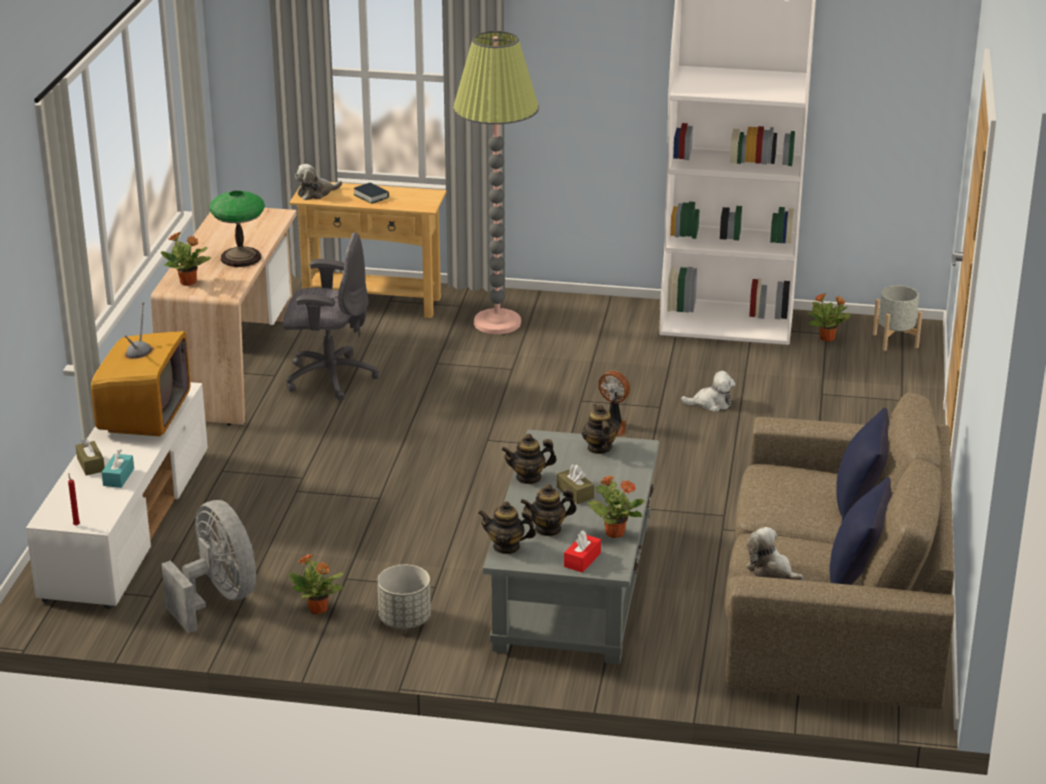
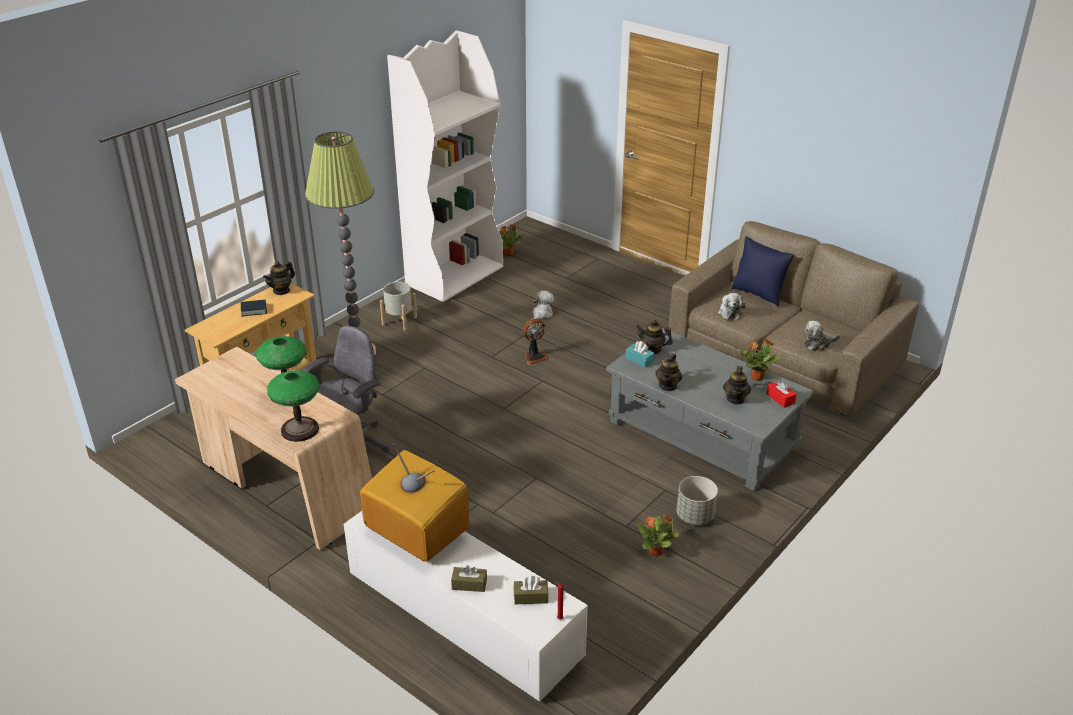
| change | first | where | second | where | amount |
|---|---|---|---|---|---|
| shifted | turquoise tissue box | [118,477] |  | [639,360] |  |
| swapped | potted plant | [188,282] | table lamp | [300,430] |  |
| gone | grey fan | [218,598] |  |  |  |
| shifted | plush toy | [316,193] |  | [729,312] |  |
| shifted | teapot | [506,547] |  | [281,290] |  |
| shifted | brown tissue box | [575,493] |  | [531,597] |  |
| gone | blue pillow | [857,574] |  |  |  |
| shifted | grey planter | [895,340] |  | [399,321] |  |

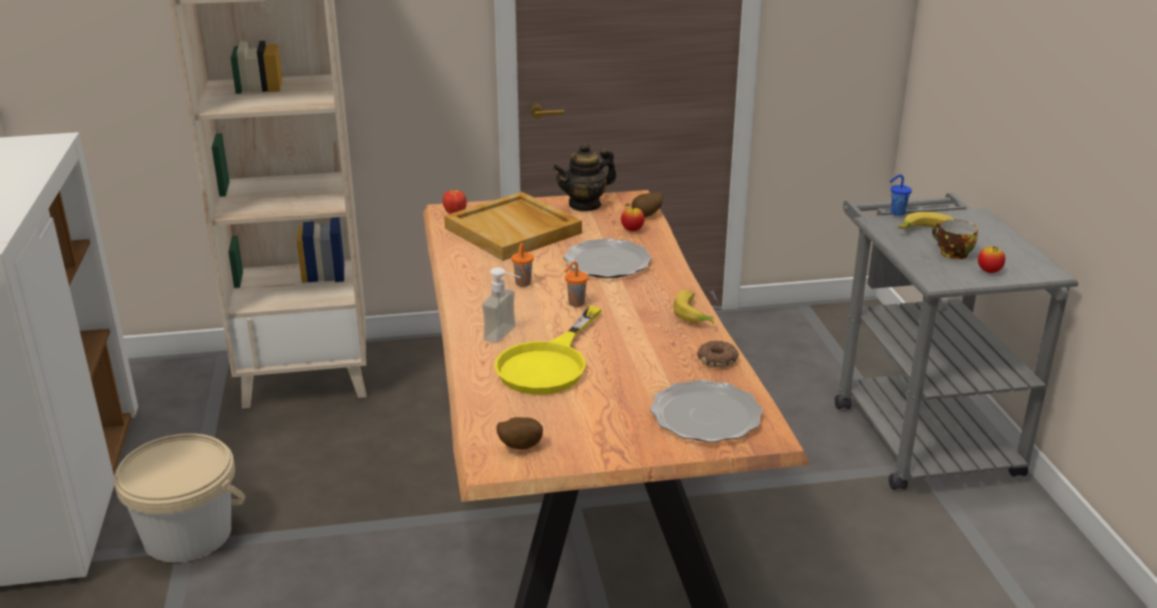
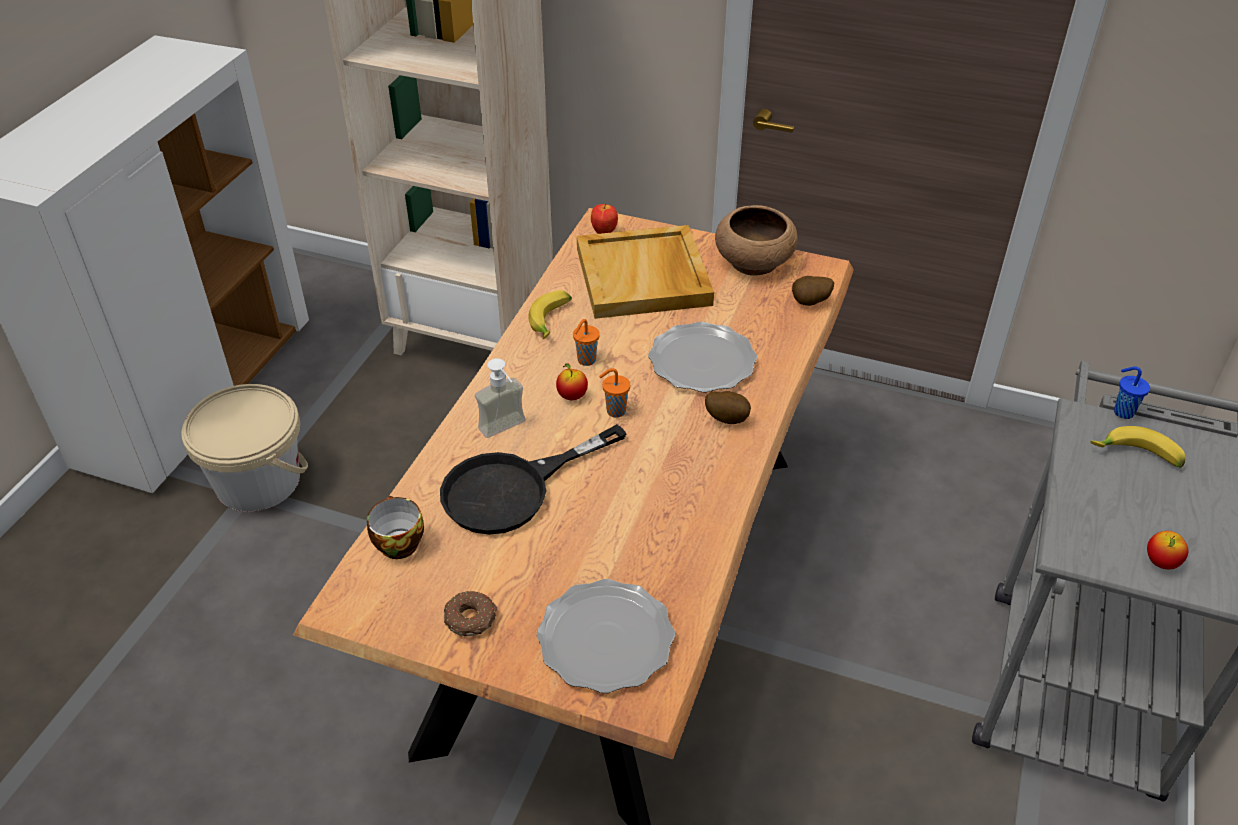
| change | first | where | second | where | amount |
|---|---|---|---|---|---|
| repainted | yellow frying pan | [549,363] | black frying pan | [513,489] |  |
| shifted | potato | [519,446] |  | [726,419] |  |
| swapped | teapot | [585,205] | brown bowl | [754,262] |  |
| shifted | apple | [632,230] |  | [572,396] |  |
| shifted | banana | [695,315] |  | [552,321] |  |
| shifted | donut | [718,359] |  | [471,619] |  |
| shifted | cup | [951,253] |  | [397,543] |  |

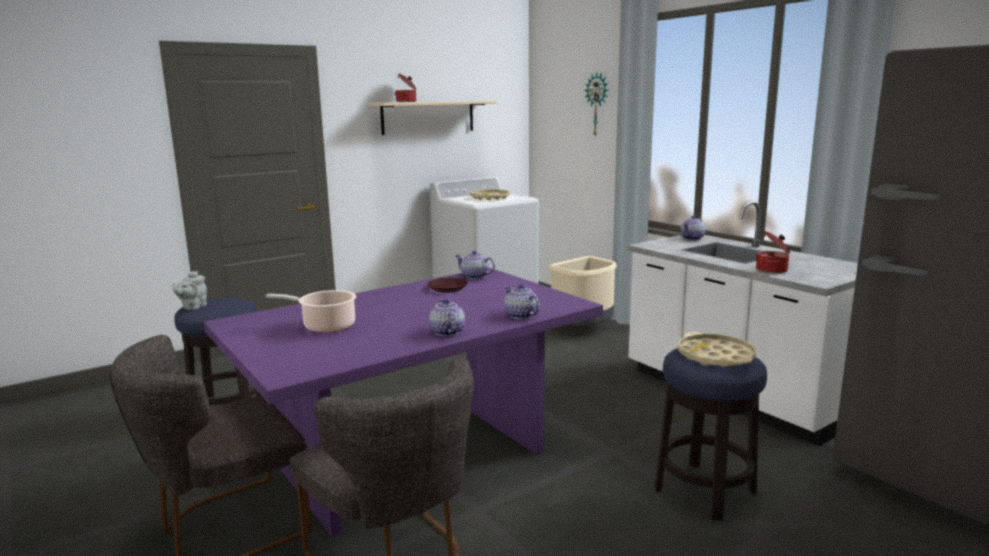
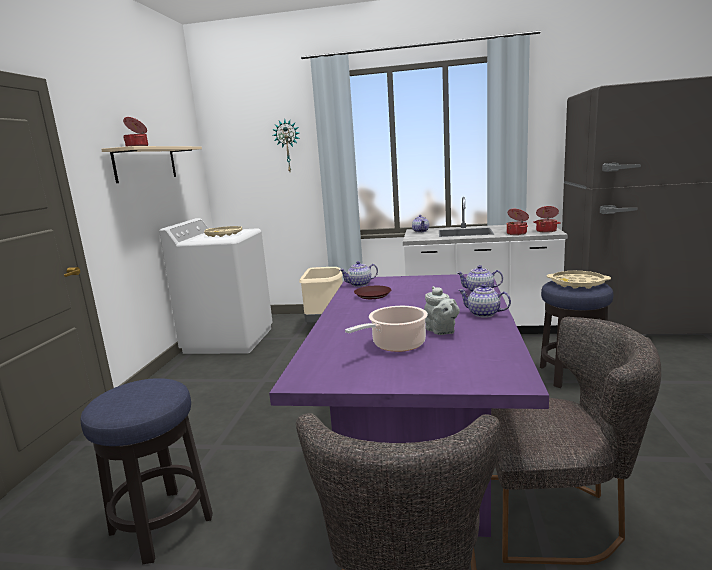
| change | first | where | second | where | amount |
|---|---|---|---|---|---|
| shifted | grey teapot | [193,307] |  | [441,331] |  |
| new |  |  | cooking pot | [546,231] |  |

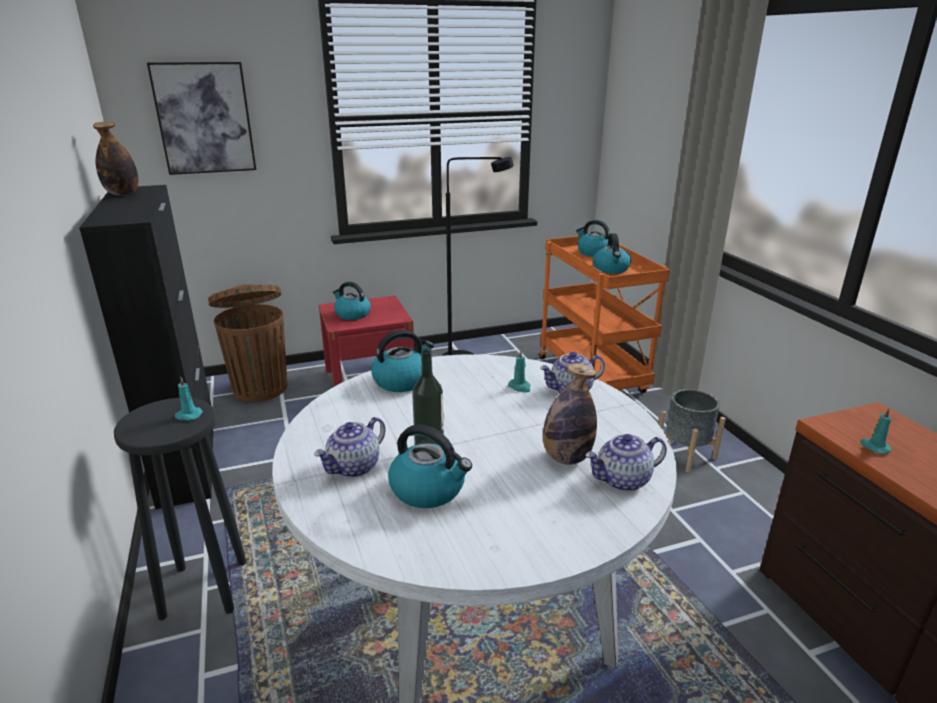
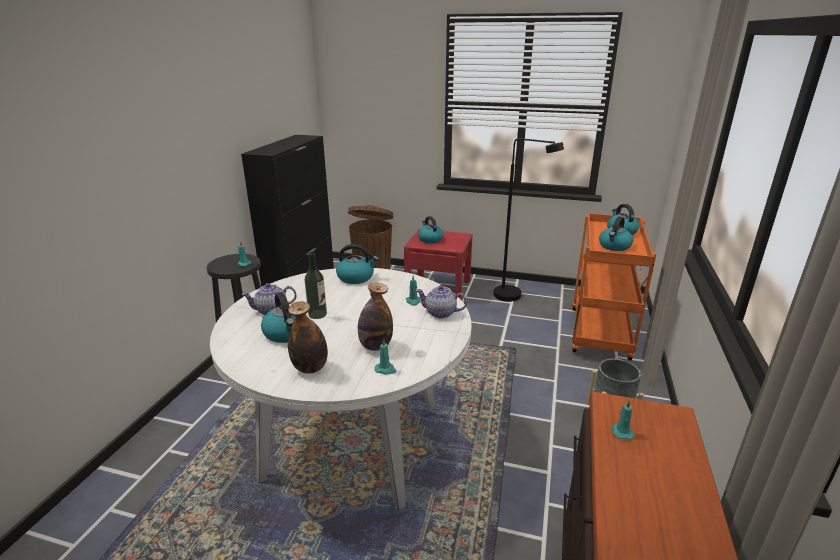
| change | first | where | second | where | amount |
|---|---|---|---|---|---|
| shifted | bottle | [122,194] |  | [310,368] |  |
| gone | picture | [204,118] |  |  |  |
| swapped | teapot | [623,480] | turquoise candle | [385,370] |  |

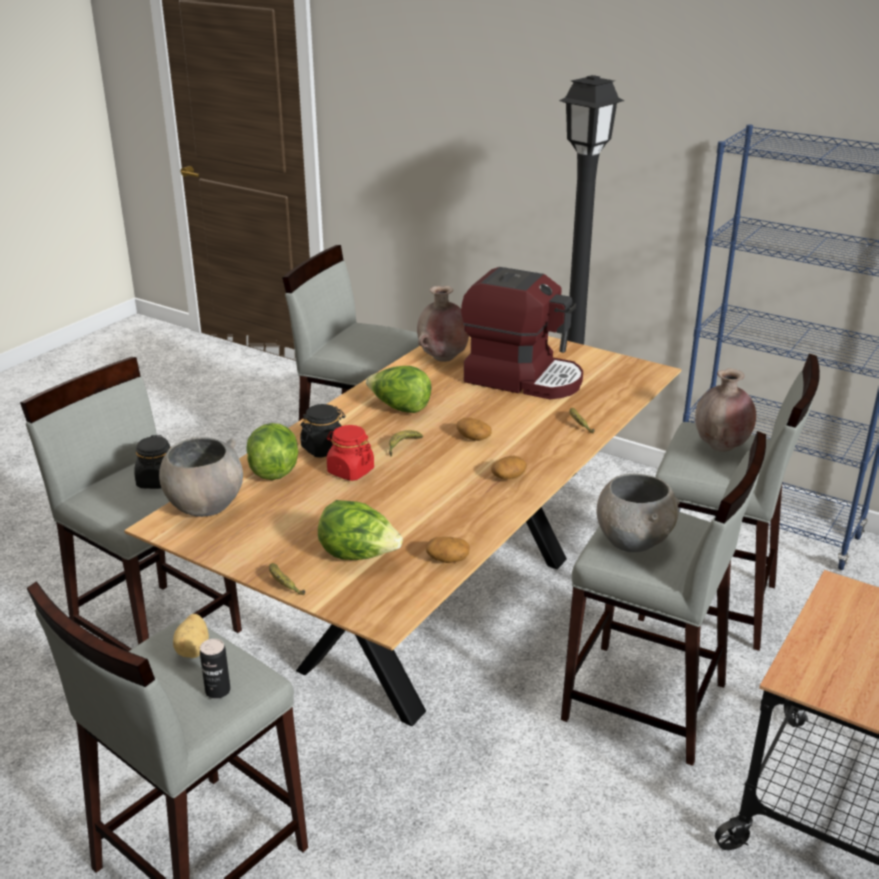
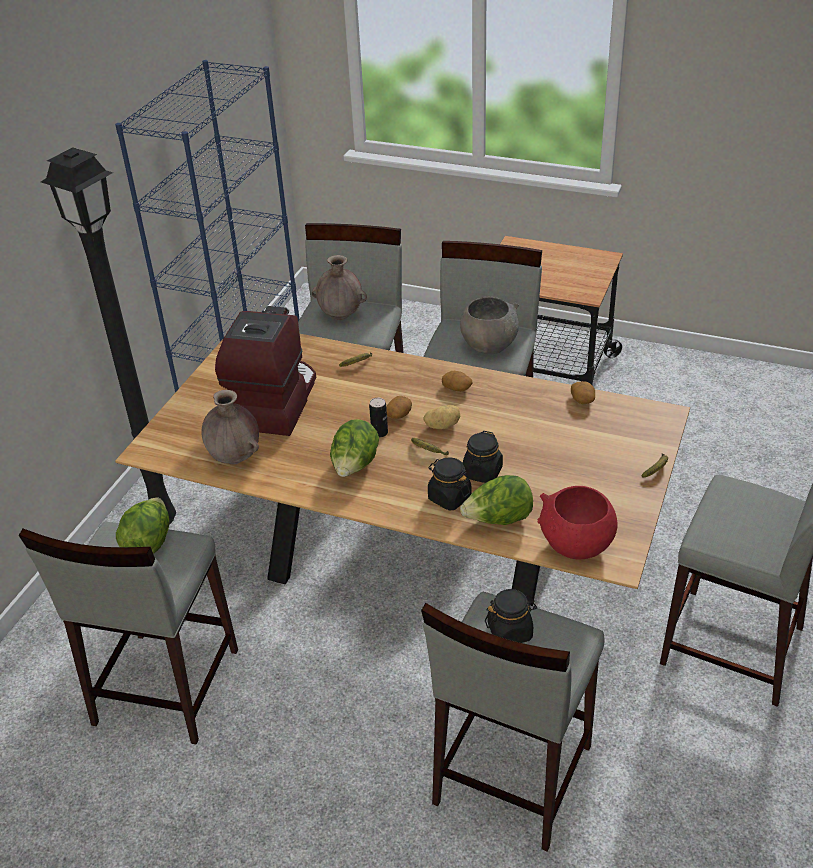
| change | first | where | second | where | amount |
|---|---|---|---|---|---|
| repainted | grey bowl | [204,505] | red bowl | [576,546] |  |
| shifted | potato | [194,649] |  | [442,425] |  |
| shifted | can | [218,691] |  | [379,432] |  |
| shifted | lettuce | [359,556] |  | [148,542] |  |
| repainted | red jar | [350,471] | black jar | [482,472] |  |

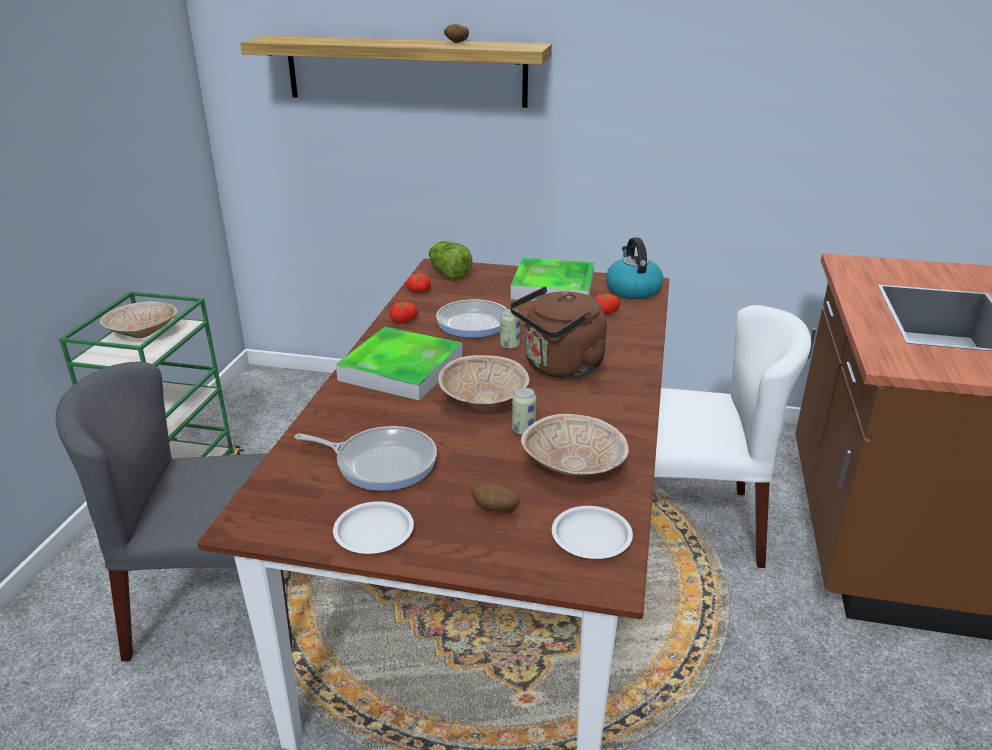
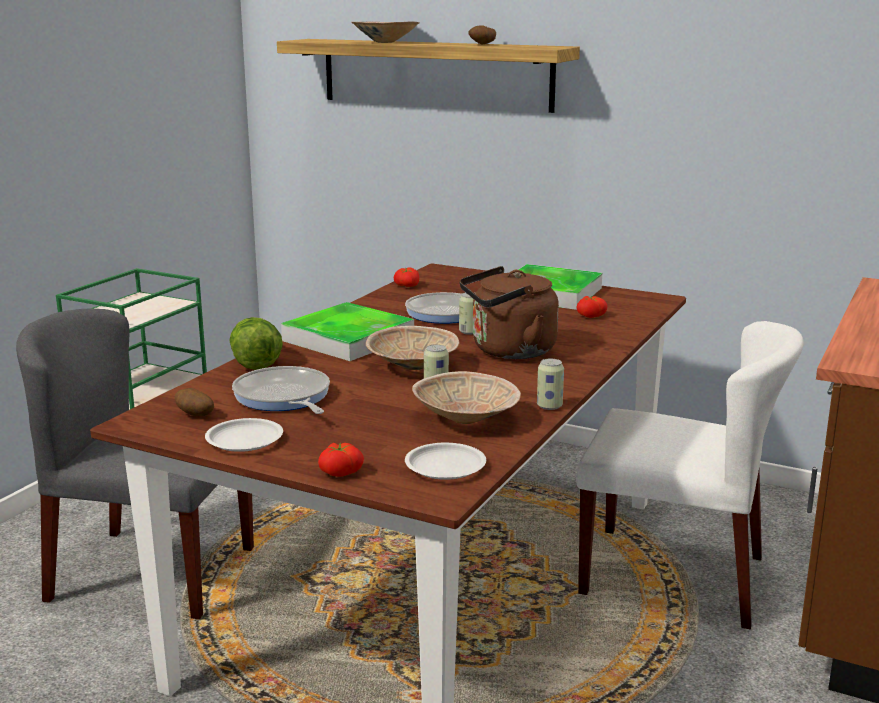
| change | first | where | second | where | amount |
|---|---|---|---|---|---|
| shifted | beige bowl | [144,333] |  | [386,42] |  |
| rotated | frying pan | [381,463] |  | [283,398] | 150 degrees counterclockwise |
| shifted | tomato | [403,320] |  | [340,472] |  |
| shifted | lettuce | [448,273] |  | [254,361] |  |
| shifted | potato | [494,509] |  | [195,415] |  |
| gone | kettle | [632,289] |  |  |  |
| new |  |  | can | [549,406] |  |

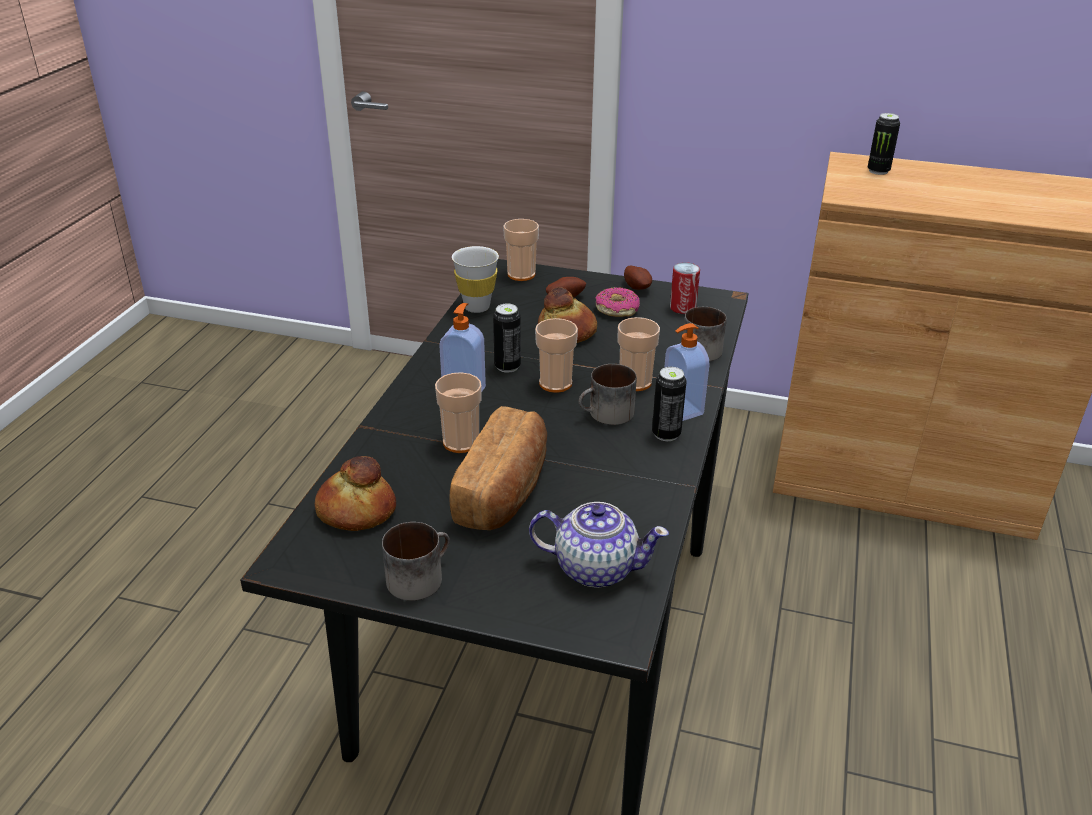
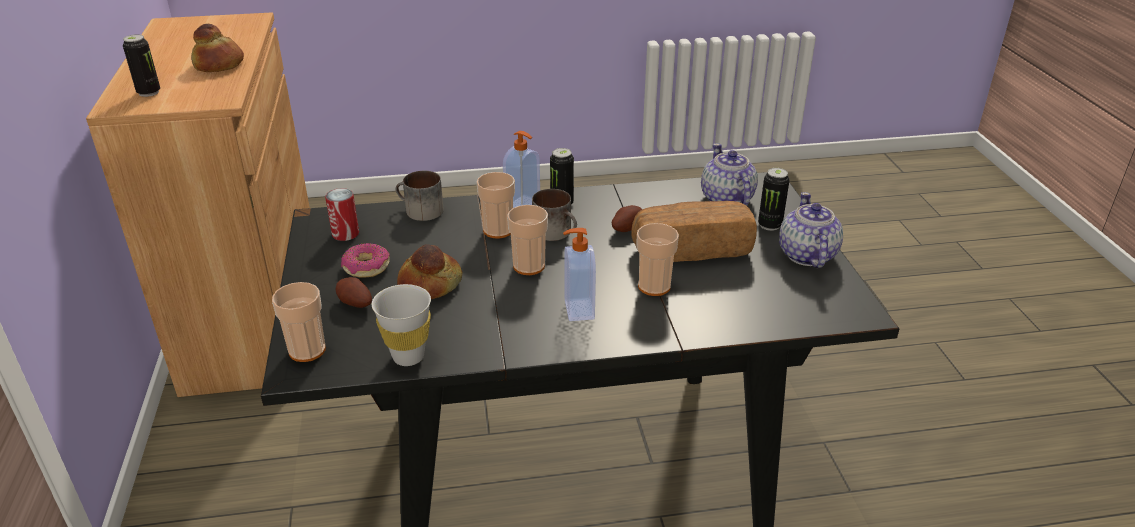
| change | first | where | second | where | amount |
|---|---|---|---|---|---|
| shifted | bread | [355,511] |  | [219,64] |  |
| swapped | mug | [419,576] | teapot | [806,255] |  |
| shifted | can | [507,366] |  | [769,225] |  |
| shifted | potato | [637,287] |  | [625,228] |  |

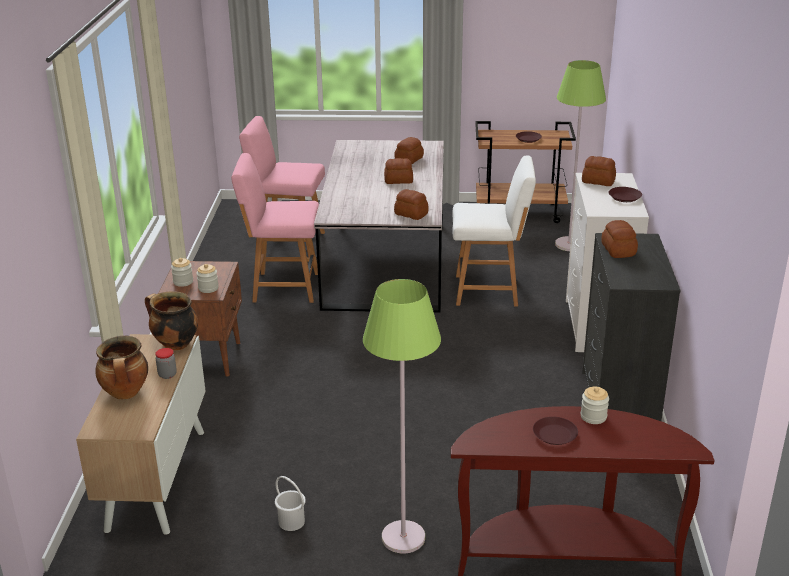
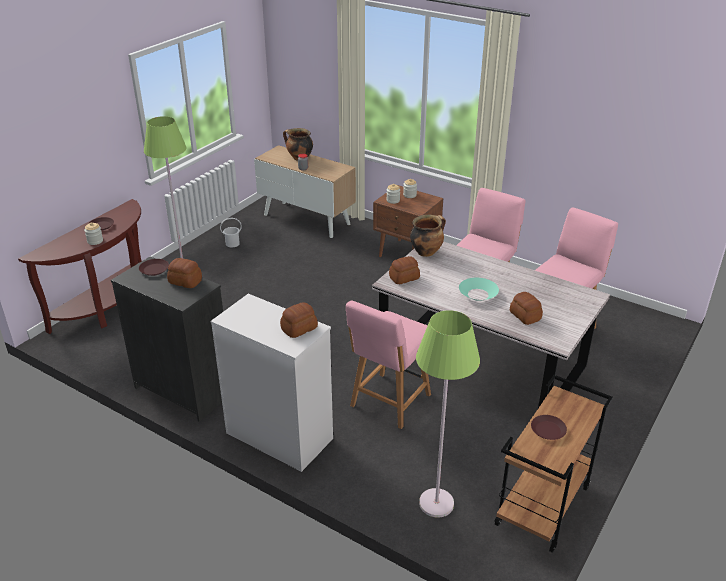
| change | first | where | second | where | amount |
|---|---|---|---|---|---|
| shifted | cooking pot | [174,344] |  | [426,252] |  |
| swapped | bread | [399,180] | turquoise bowl | [478,294] |  |
| repainted | white chair | [489,290] | pink chair | [389,402] |  |
| shifted | brown plate | [624,197] |  | [154,270] |  |

